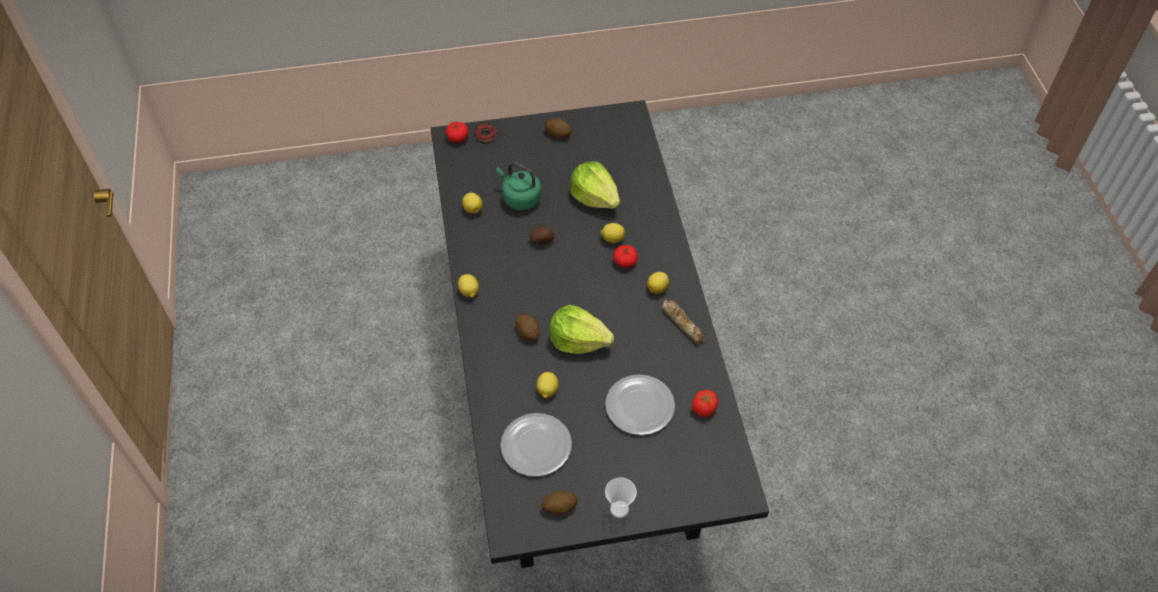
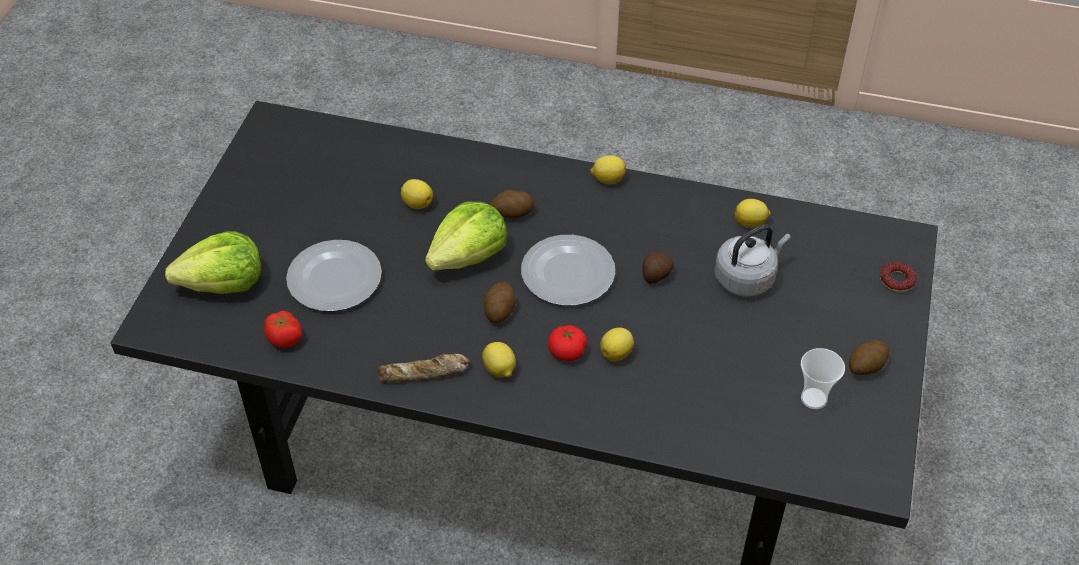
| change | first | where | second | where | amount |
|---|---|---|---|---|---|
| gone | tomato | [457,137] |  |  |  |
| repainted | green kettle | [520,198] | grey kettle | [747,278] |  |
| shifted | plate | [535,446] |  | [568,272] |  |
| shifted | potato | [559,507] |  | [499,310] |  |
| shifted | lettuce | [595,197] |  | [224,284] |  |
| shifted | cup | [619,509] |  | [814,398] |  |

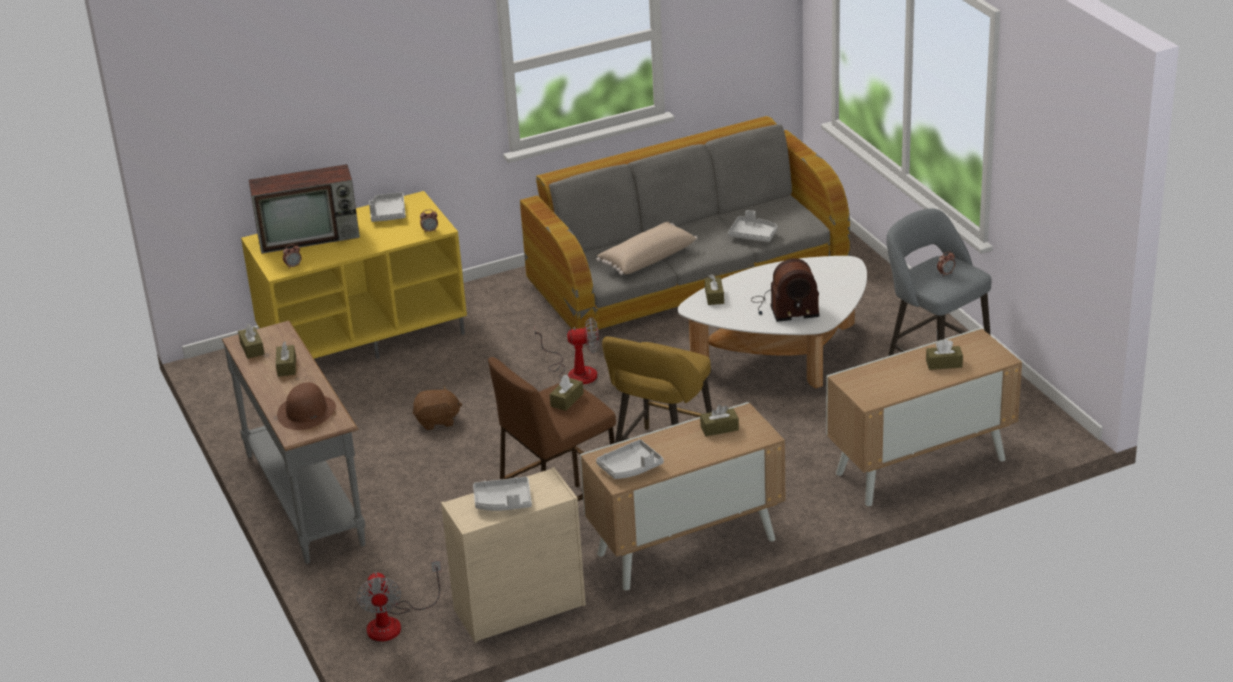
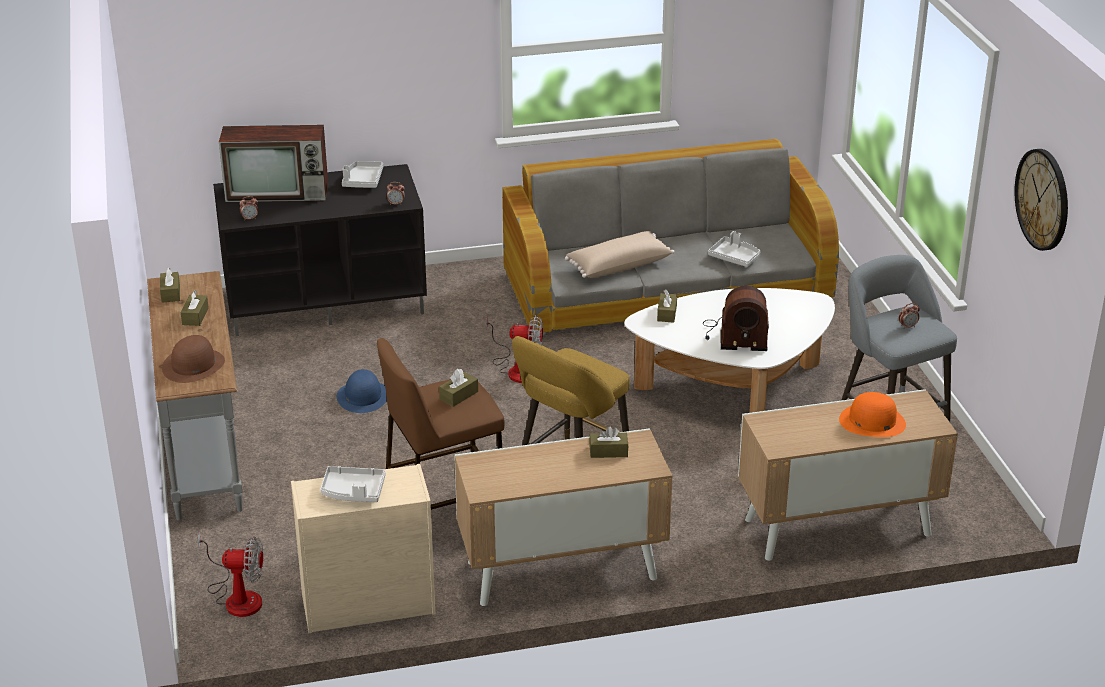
| change | first | where | second | where | amount |
|---|---|---|---|---|---|
| repainted | yellow tv stand | [364,336] | black tv stand | [326,301] |  |
| rotated | fan | [394,623] |  | [237,597] | 90 degrees counterclockwise |
| swapped | brown plush toy | [437,421] | blue hat | [363,396] |  |
| gone | grey tray | [630,468] |  |  |  |
| swapped | brown tissue box | [944,364] | orange hat | [872,421] |  |
| new |  |  | wall clock | [1043,199] |  |

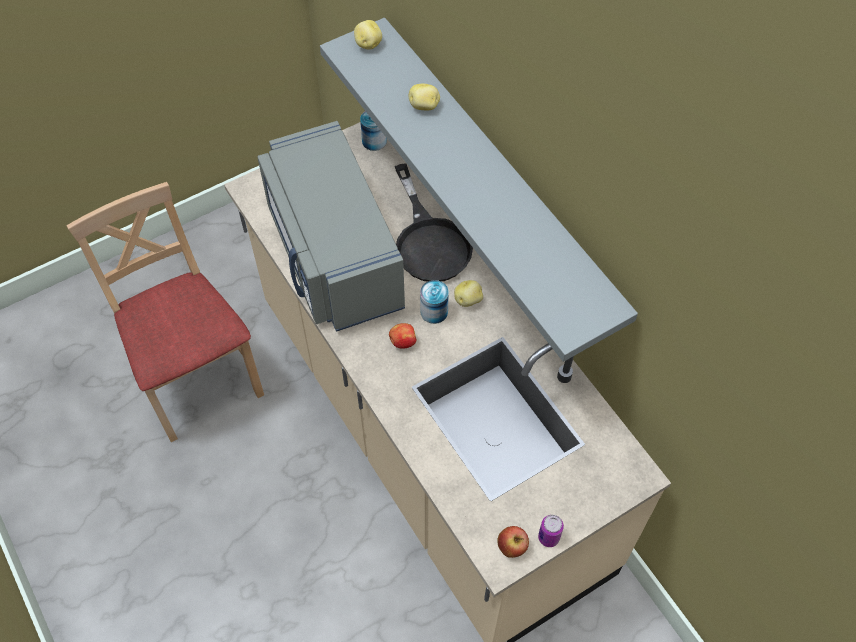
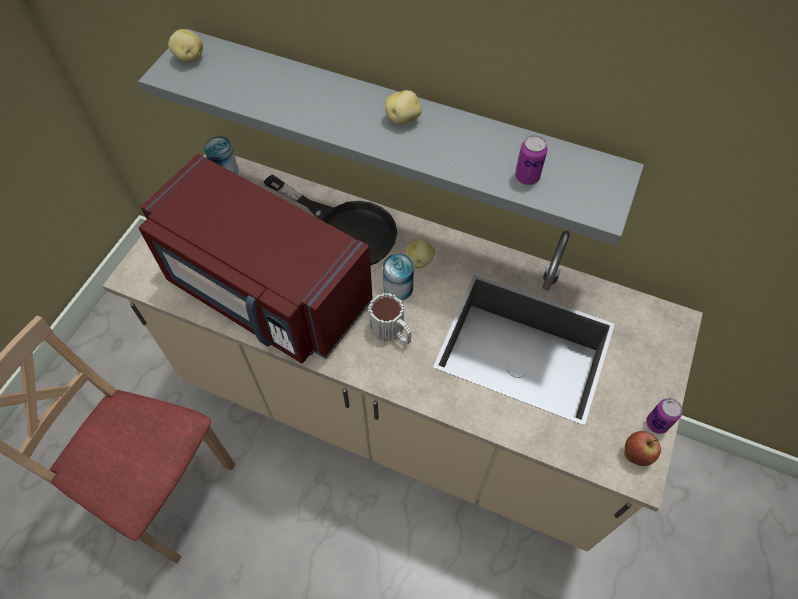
| change | first | where | second | where | amount |
|---|---|---|---|---|---|
| repainted | grey microwave | [333,255] | red microwave | [265,291] |  |
| swapped | apple | [402,342] | mug | [392,331] |  |
| shifted | potato | [424,106] |  | [403,119] |  |
| new |  |  | can | [527,177] |  |

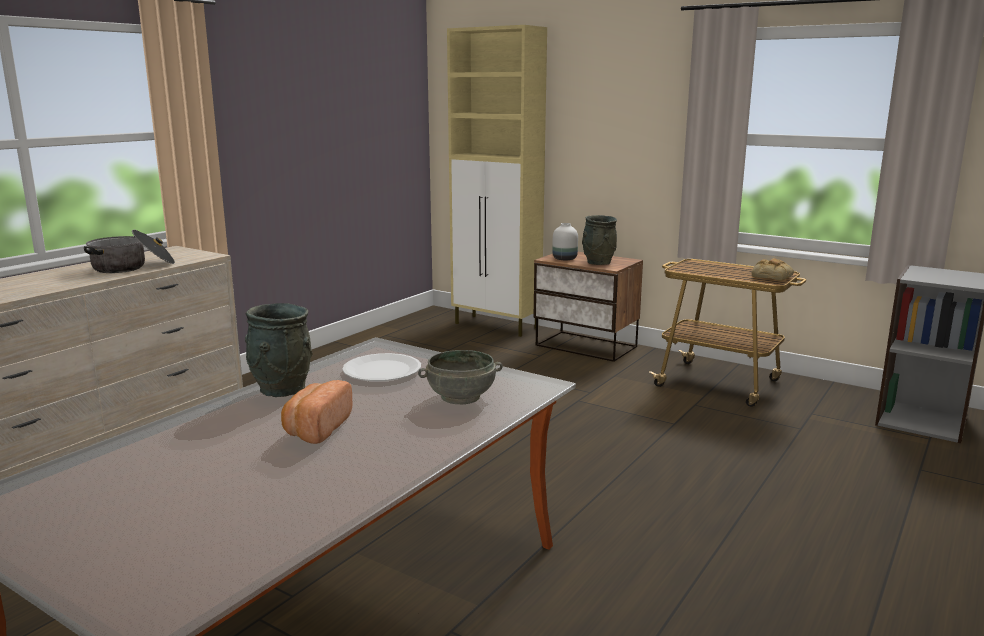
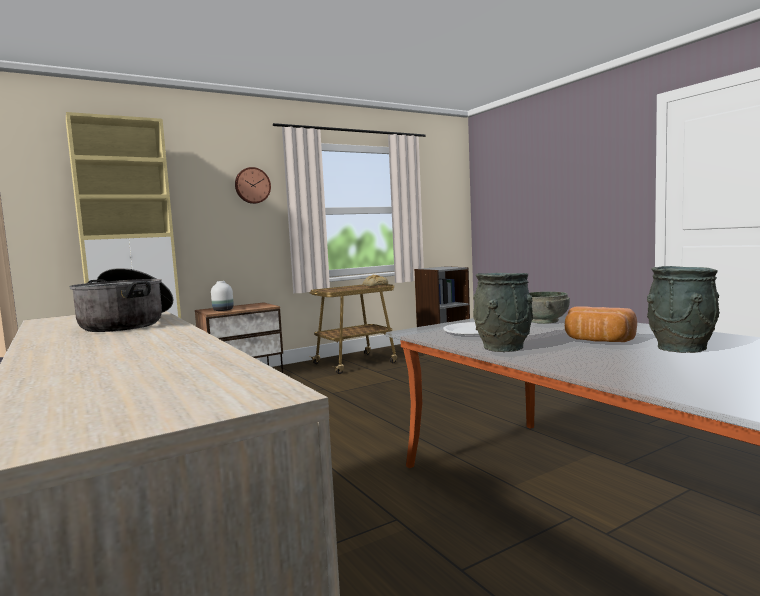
| change | first | where | second | where | amount |
|---|---|---|---|---|---|
| shifted | grey vase | [598,262] |  | [681,348] |  |
| new |  |  | wall clock | [252,185] |  |

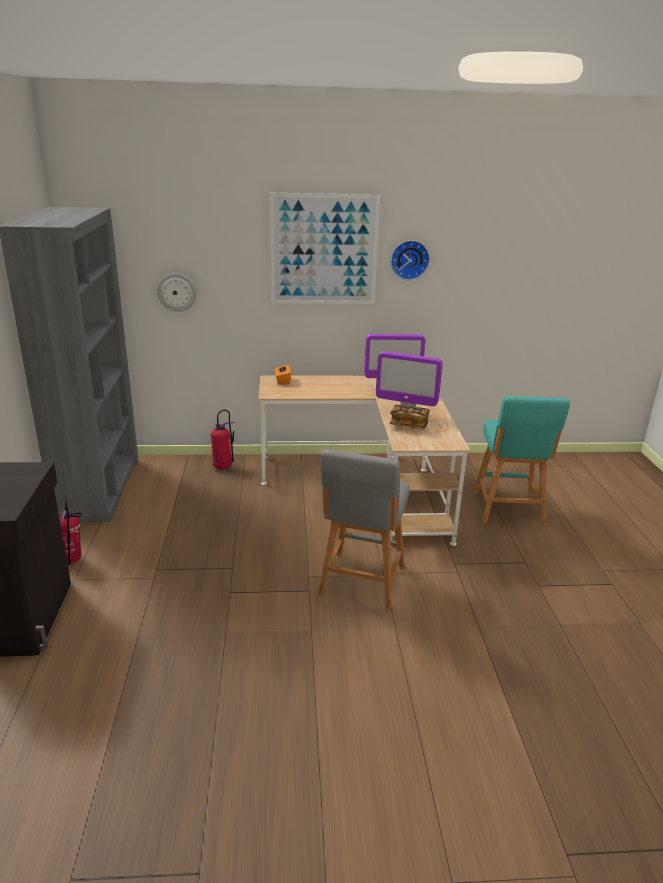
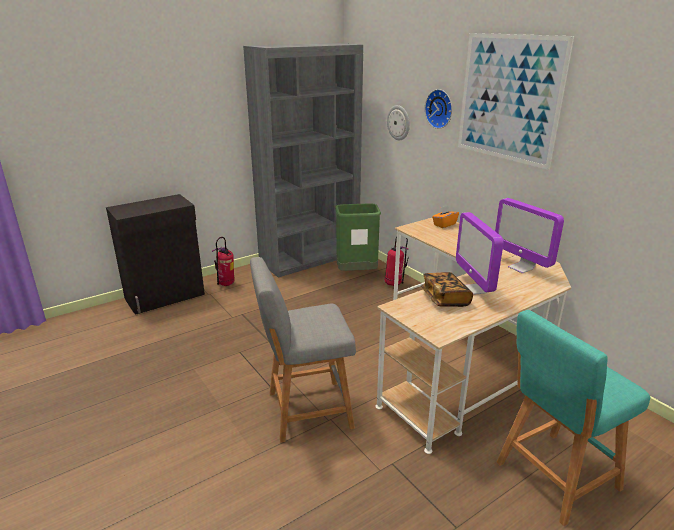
| change | first | where | second | where | amount |
|---|---|---|---|---|---|
| shifted | wall clock | [409,259] |  | [440,108] |  |
| new |  |  | green trash can | [356,273] |  |

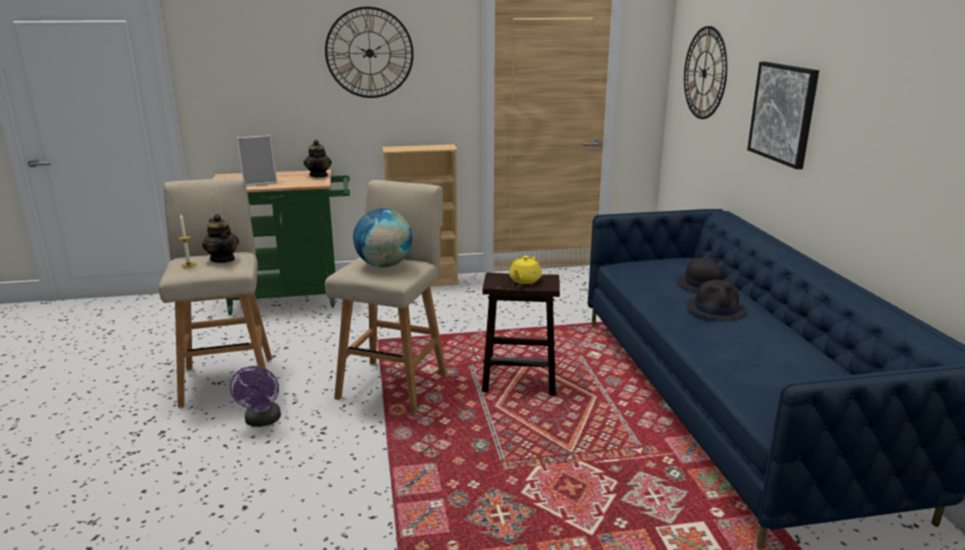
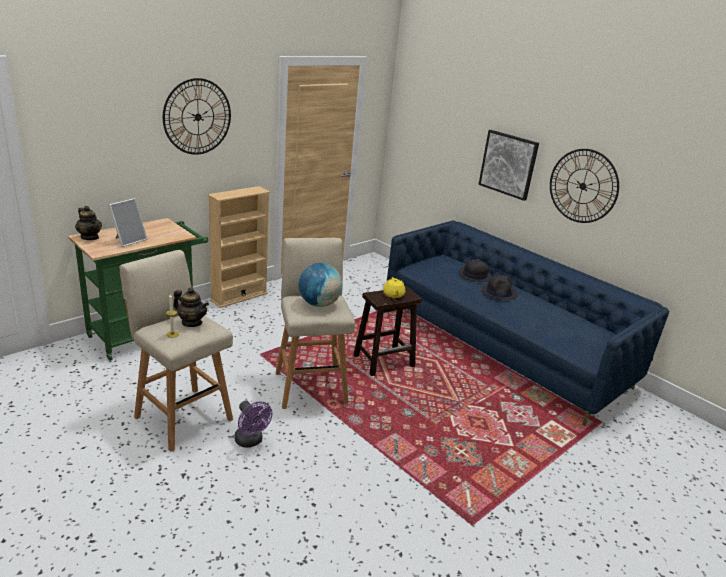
| change | first | where | second | where | amount |
|---|---|---|---|---|---|
| shifted | teapot | [319,175] |  | [90,237] |  |
| shifted | wall clock | [704,73] |  | [583,186] |  |

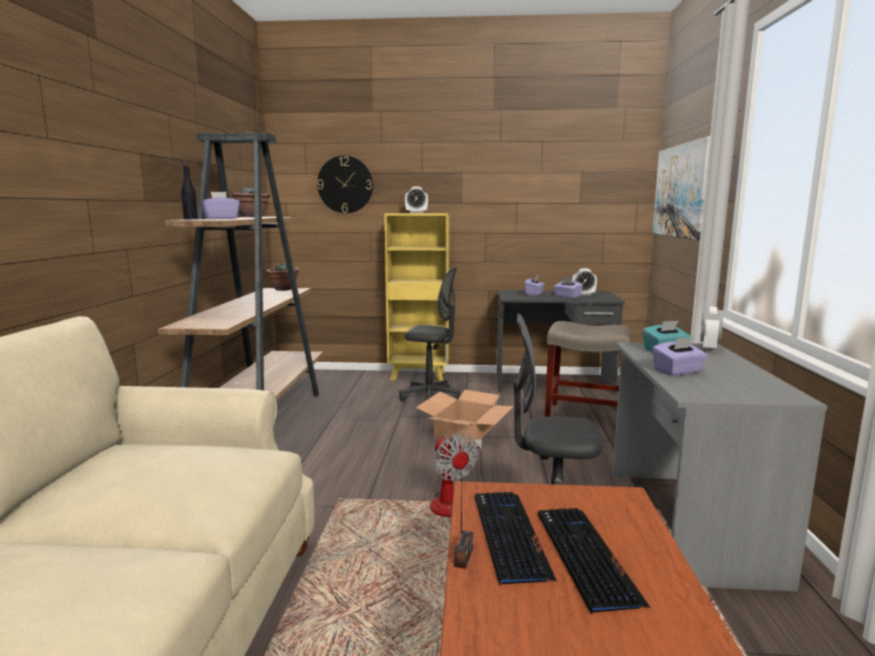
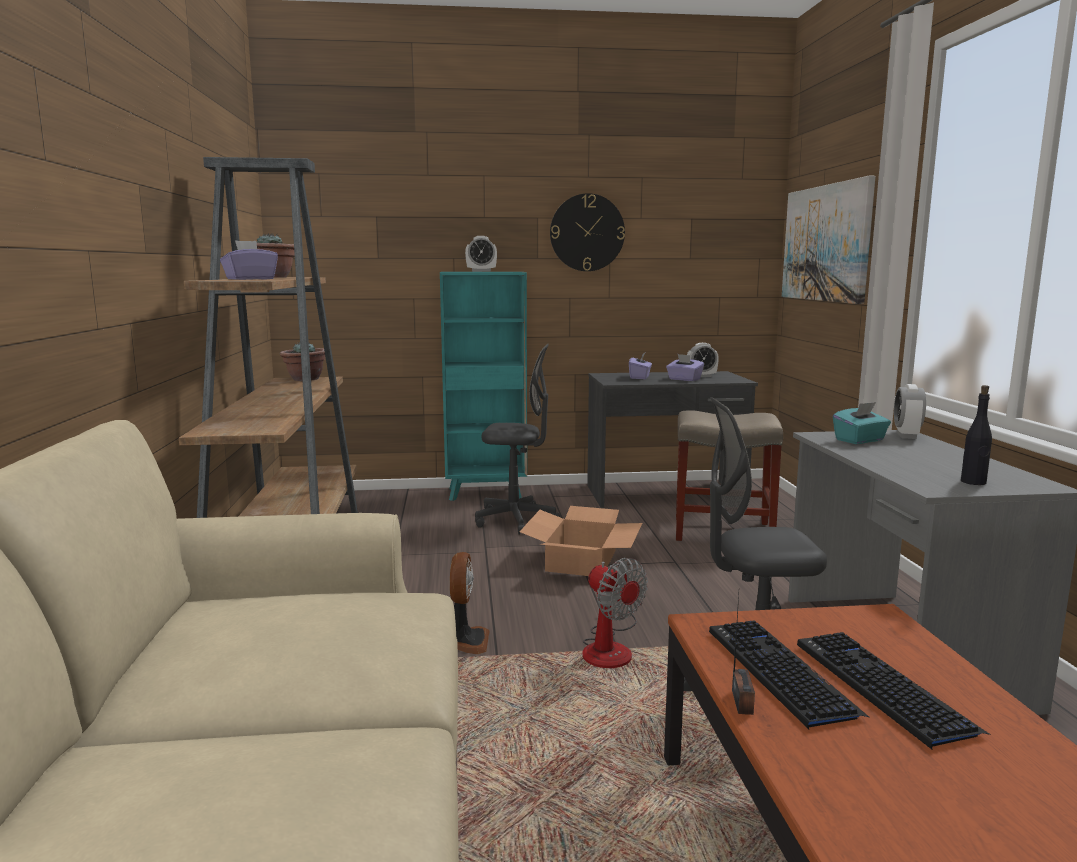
| change | first | where | second | where | amount |
|---|---|---|---|---|---|
| shifted | black bottle | [190,219] |  | [973,482] |  |
| shifted | wall clock | [345,184] |  | [587,232] |  |
| repainted | yellow bookcase | [419,376] | turquoise bookcase | [486,493] |  |
| gone | purple tissue box | [678,371] |  |  |  |
| new |  |  | fan | [465,641] |  |

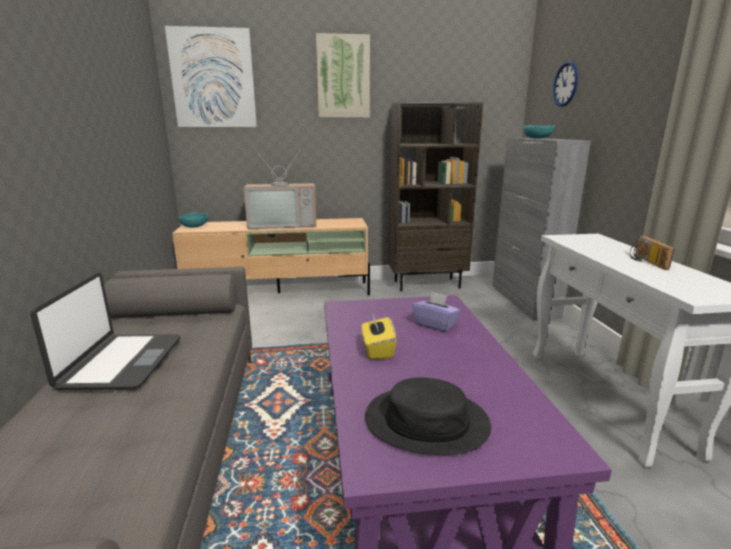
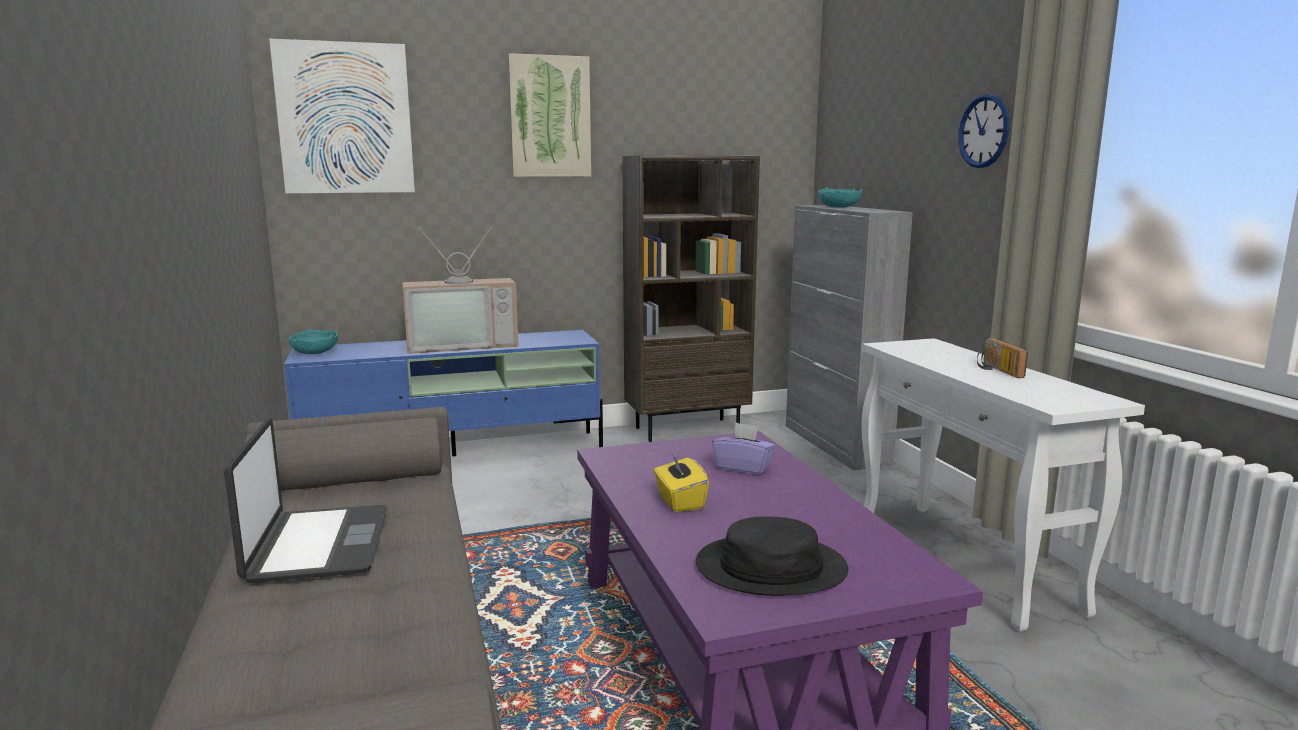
| change | first | where | second | where | amount |
|---|---|---|---|---|---|
| repainted | beige tv stand | [280,292] | blue tv stand | [456,455] |  |
| shifted | wall clock | [565,84] |  | [984,131] |  |

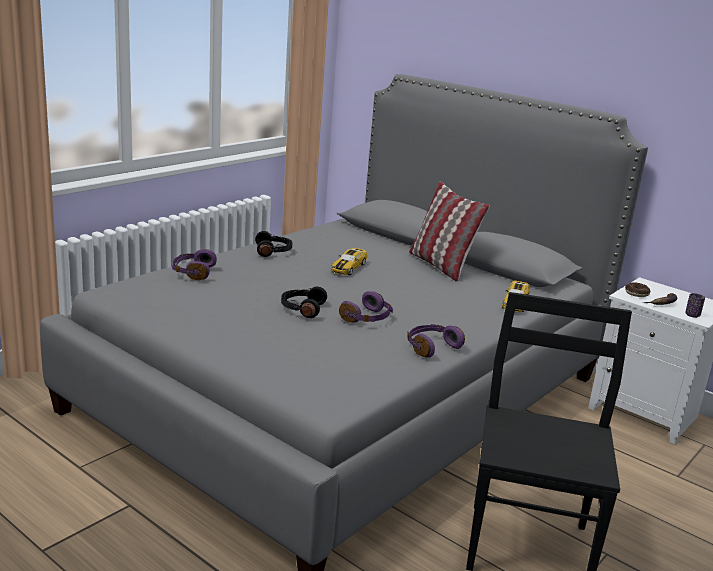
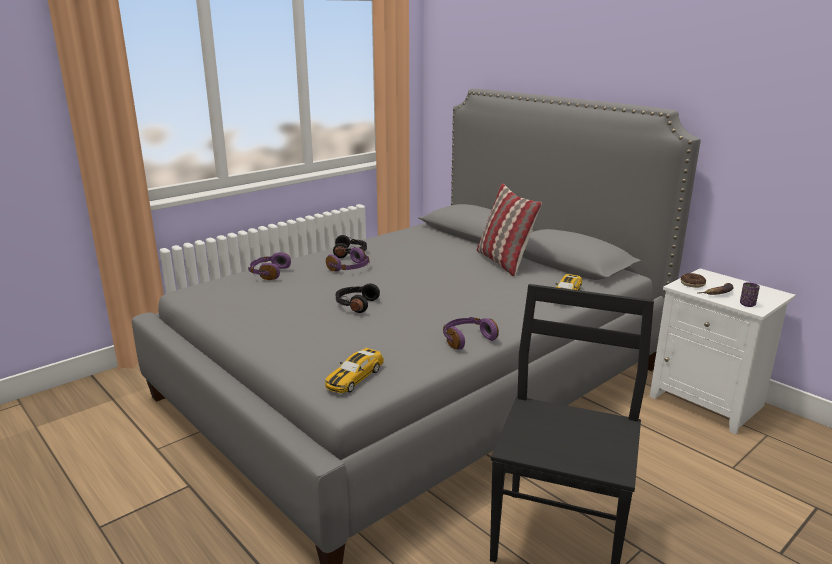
| change | first | where | second | where | amount |
|---|---|---|---|---|---|
| shifted | toy car | [348,267] |  | [354,378] |  |
| shifted | purple headphones | [367,318] |  | [350,268] |  |

